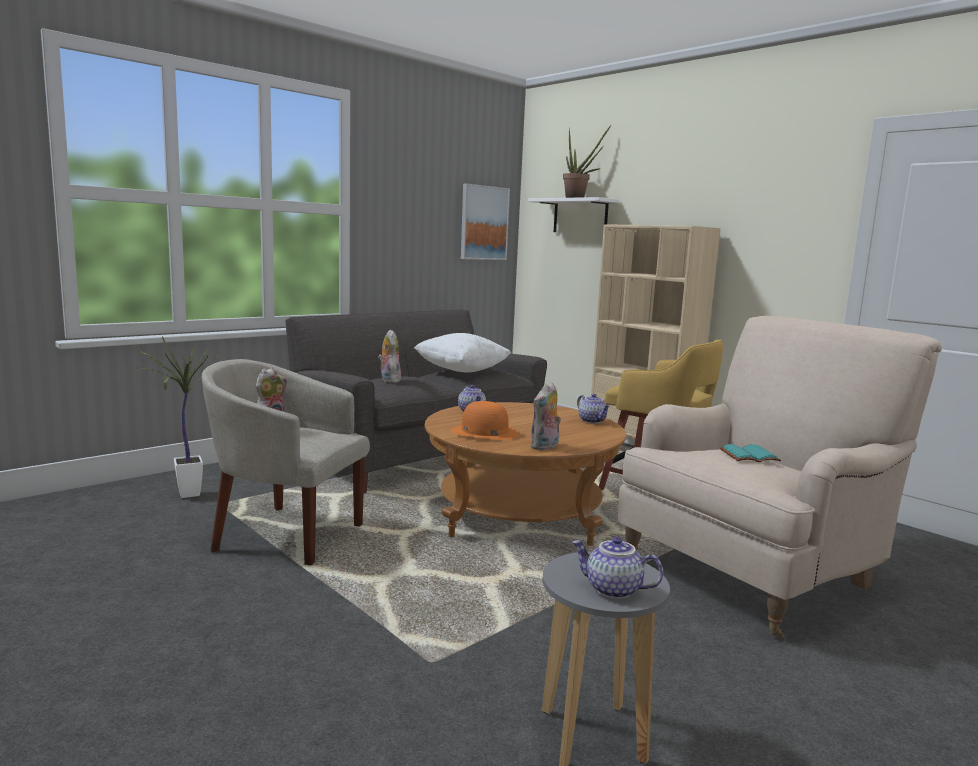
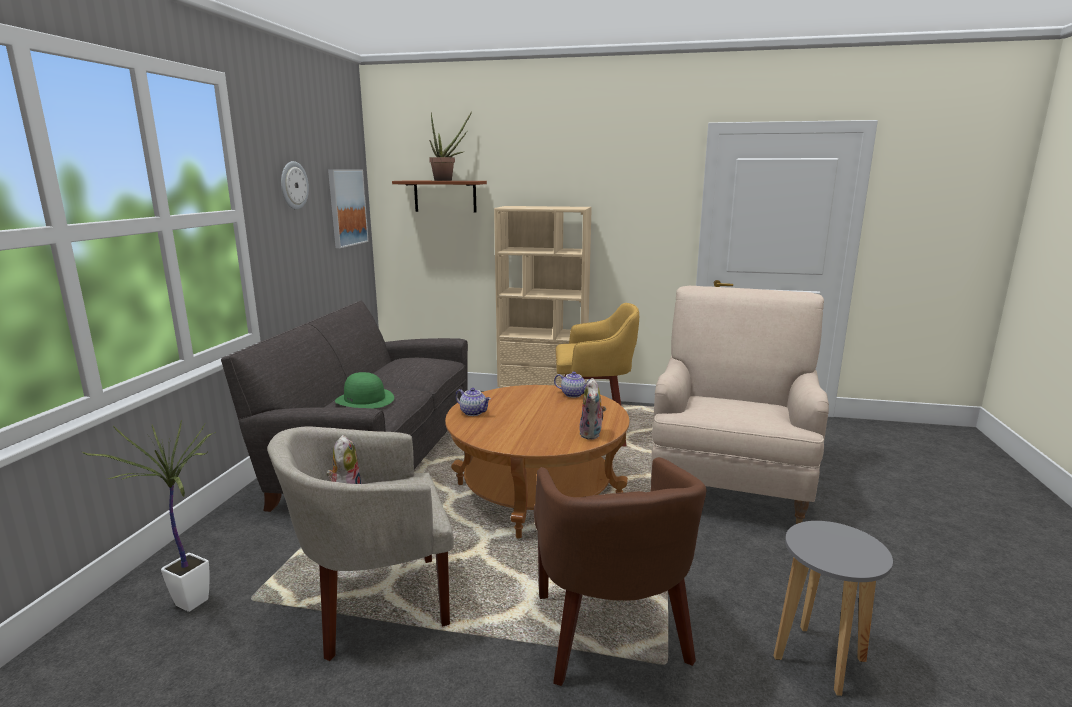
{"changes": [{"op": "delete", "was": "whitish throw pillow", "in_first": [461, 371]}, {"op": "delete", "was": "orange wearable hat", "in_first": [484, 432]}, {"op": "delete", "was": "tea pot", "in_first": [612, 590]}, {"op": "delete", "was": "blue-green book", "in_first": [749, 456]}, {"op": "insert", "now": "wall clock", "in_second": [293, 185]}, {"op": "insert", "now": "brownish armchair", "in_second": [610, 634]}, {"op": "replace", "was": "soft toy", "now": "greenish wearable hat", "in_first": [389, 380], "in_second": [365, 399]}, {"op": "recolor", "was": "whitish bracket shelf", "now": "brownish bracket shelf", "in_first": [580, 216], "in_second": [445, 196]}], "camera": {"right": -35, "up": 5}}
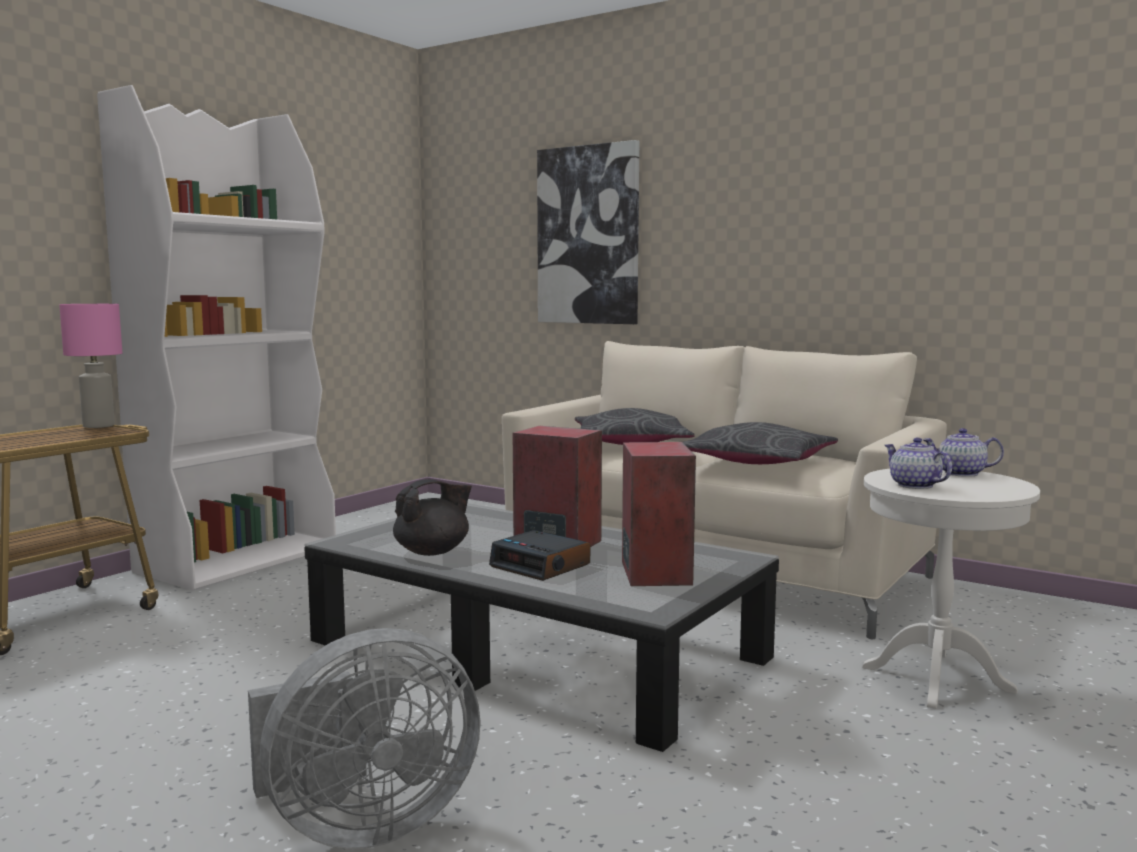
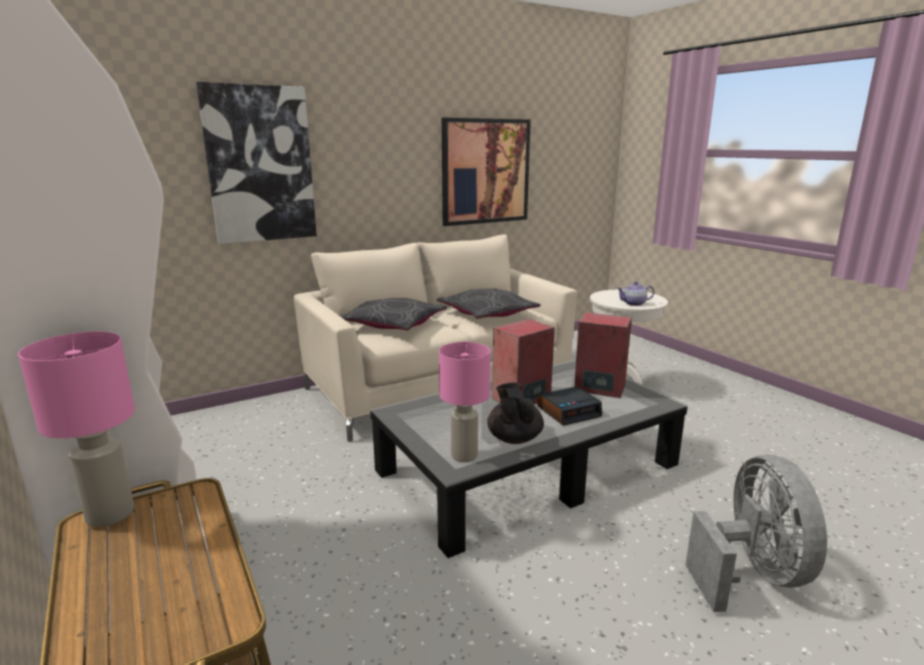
{"changes": [{"op": "delete", "was": "tea pot", "in_first": [960, 473]}, {"op": "insert", "now": "pinkish tabletop lamp", "in_second": [465, 456]}, {"op": "insert", "now": "wall picture", "in_second": [485, 171]}], "camera": {"right": -65, "up": 10}}
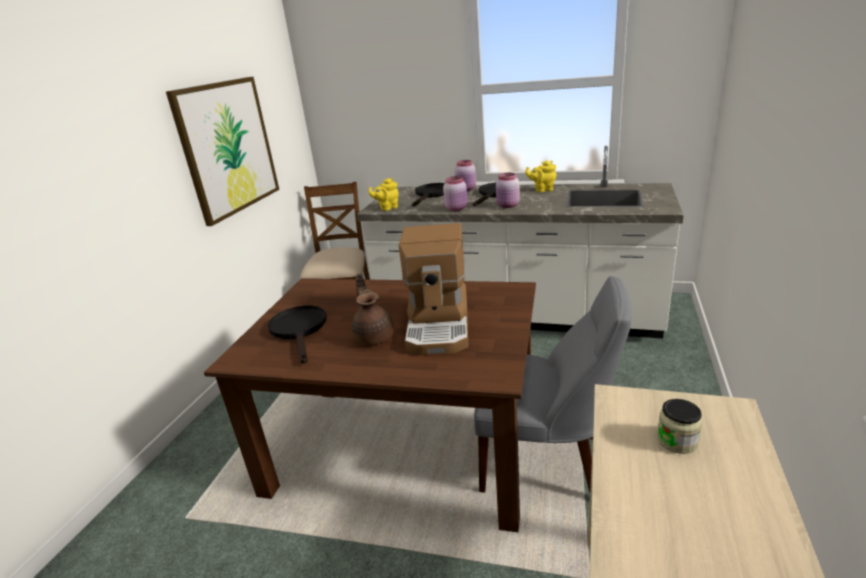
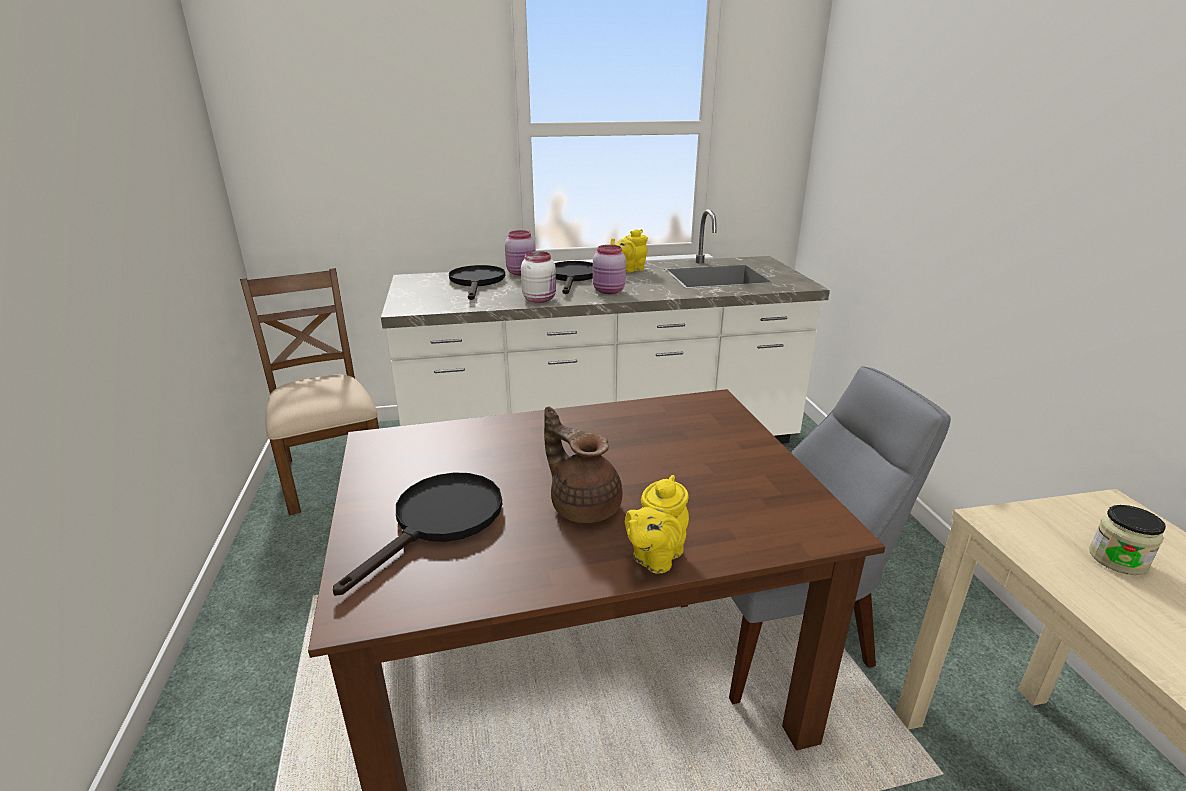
{"changes": [{"op": "delete", "was": "wall picture", "in_first": [228, 148]}, {"op": "delete", "was": "coffee machine", "in_first": [440, 325]}, {"op": "move", "was": "yellowish tea pot", "in_first": [387, 208], "in_second": [655, 557]}, {"op": "recolor", "was": "pinkish preserve jar", "now": "whitish preserve jar", "in_first": [457, 208], "in_second": [540, 299]}, {"op": "rotate", "was": "black skillet", "in_first": [299, 330], "in_second": [439, 522], "clockwise": 75}], "camera": {"right": -30, "up": 0}}
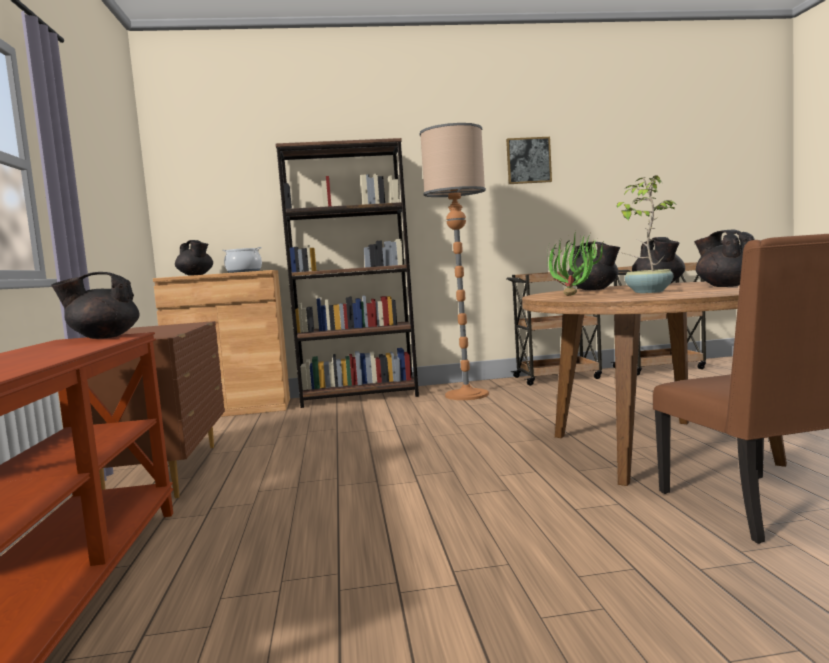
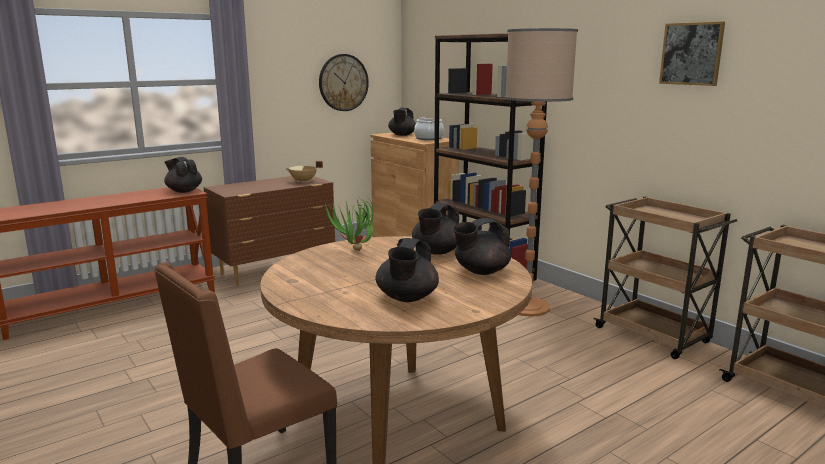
{"changes": [{"op": "delete", "was": "houseplant", "in_first": [647, 292]}, {"op": "insert", "now": "sand-coloured saucepot", "in_second": [303, 181]}, {"op": "insert", "now": "wall clock", "in_second": [343, 82]}, {"op": "rotate", "was": "black tea pot", "in_first": [726, 286], "in_second": [407, 298], "clockwise": 150}], "camera": {"right": 60, "up": 10}}
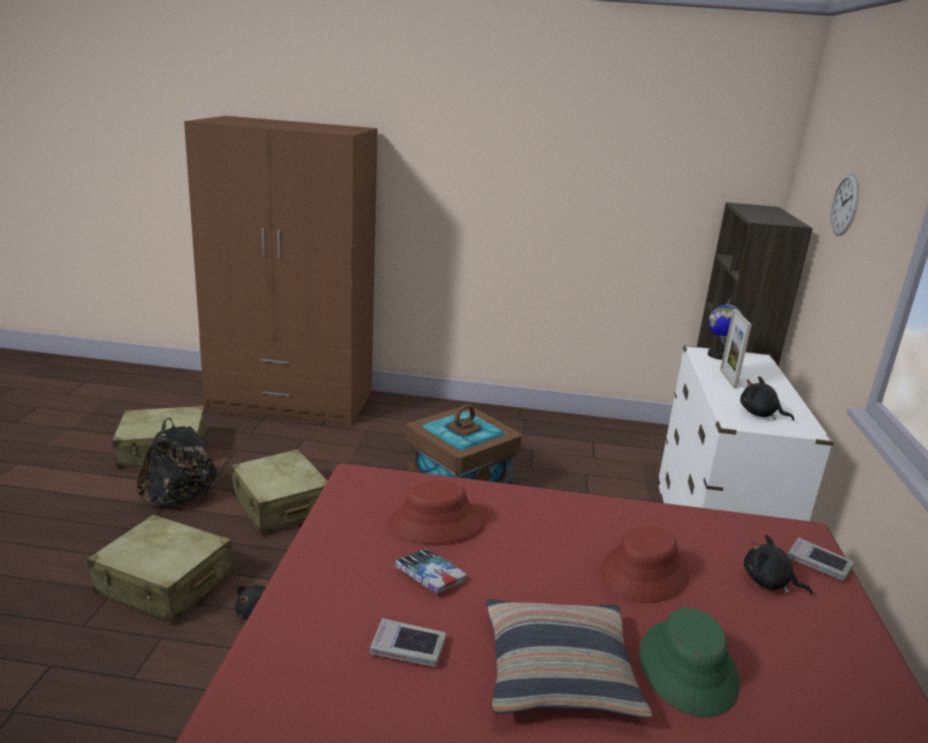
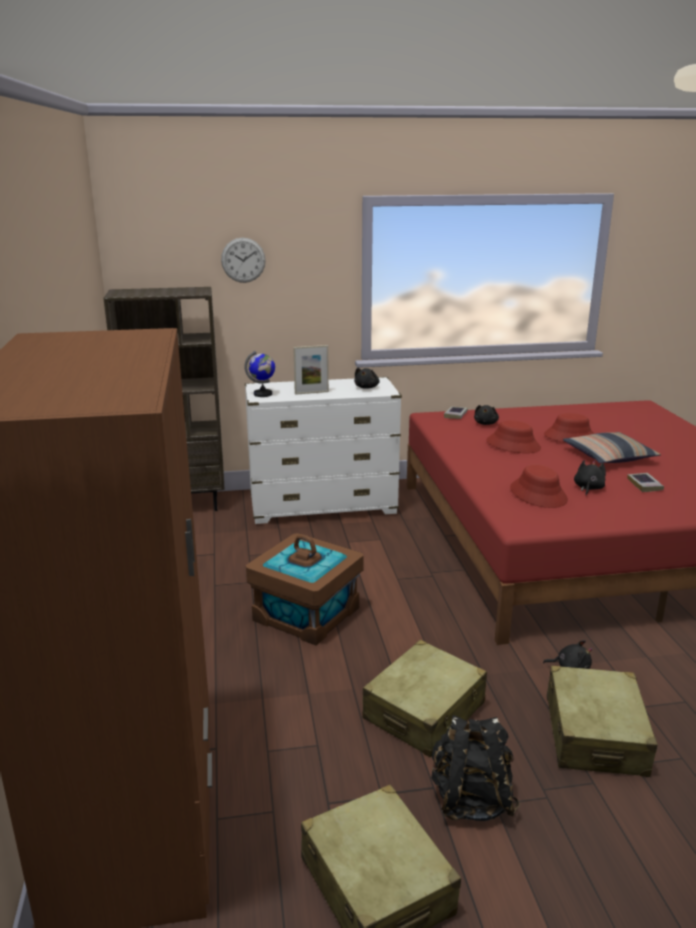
{"changes": [{"op": "replace", "was": "book", "now": "black soft toy", "in_first": [430, 576], "in_second": [588, 488]}, {"op": "recolor", "was": "greenish wearable hat", "now": "red wearable hat", "in_first": [688, 668], "in_second": [569, 436]}], "camera": {"right": -105, "up": 0}}
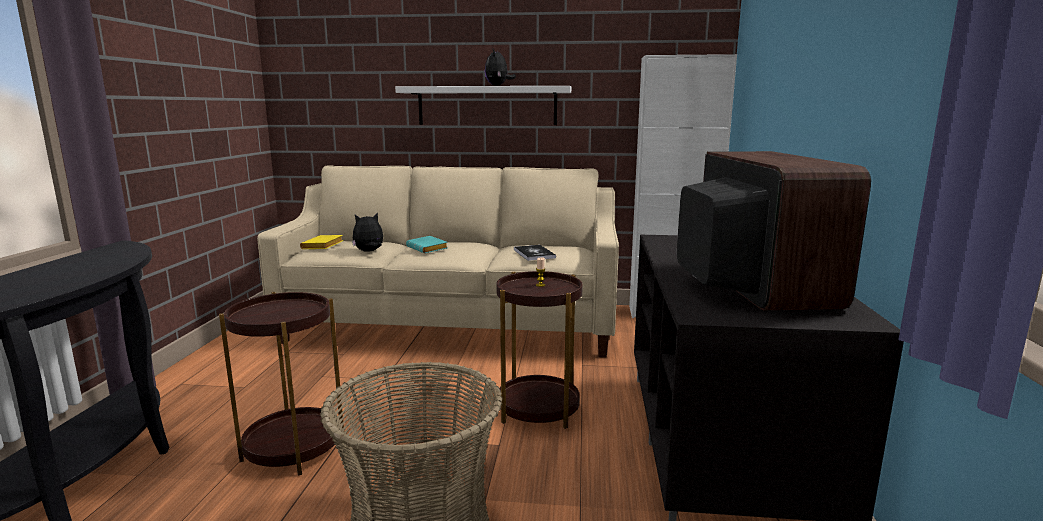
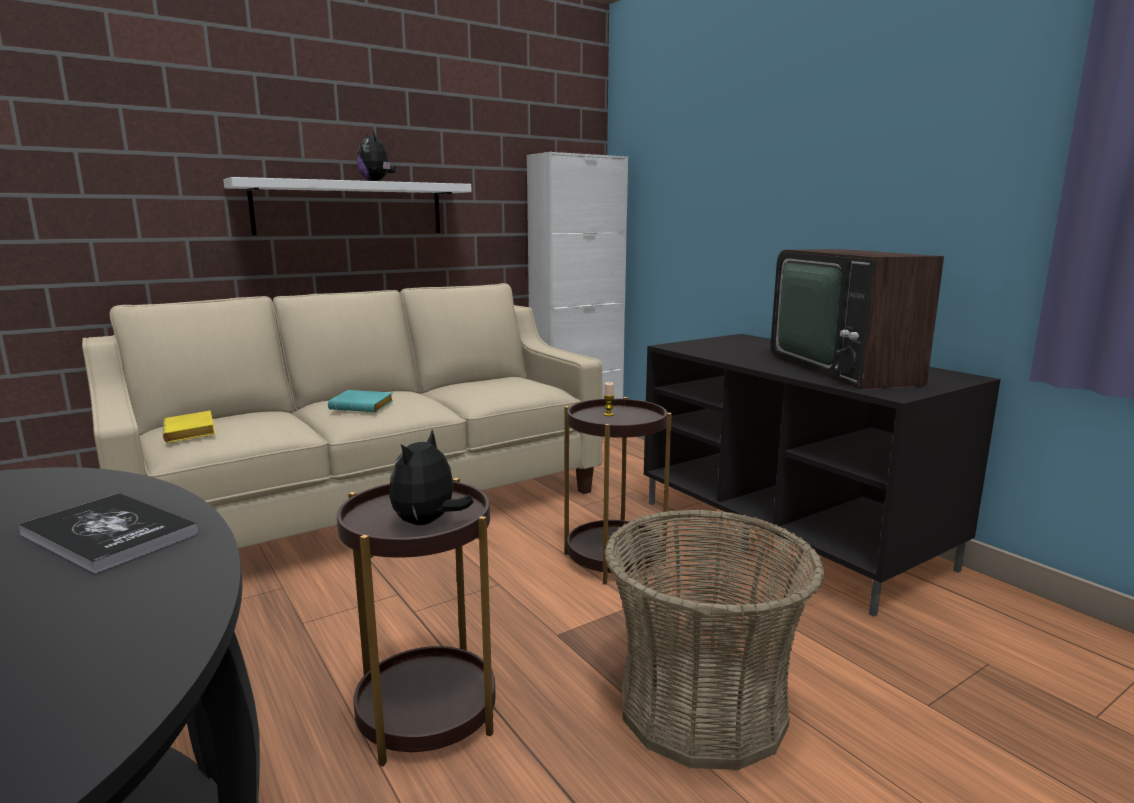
{"changes": [{"op": "move", "was": "soft toy", "in_first": [369, 251], "in_second": [427, 523]}, {"op": "move", "was": "book", "in_first": [534, 254], "in_second": [109, 534]}, {"op": "rotate", "was": "TV set", "in_first": [753, 285], "in_second": [849, 368], "clockwise": -150}], "camera": {"right": -40, "up": 0}}
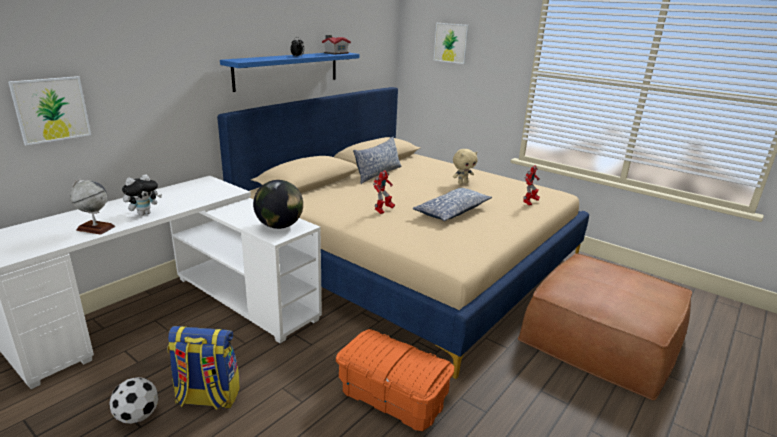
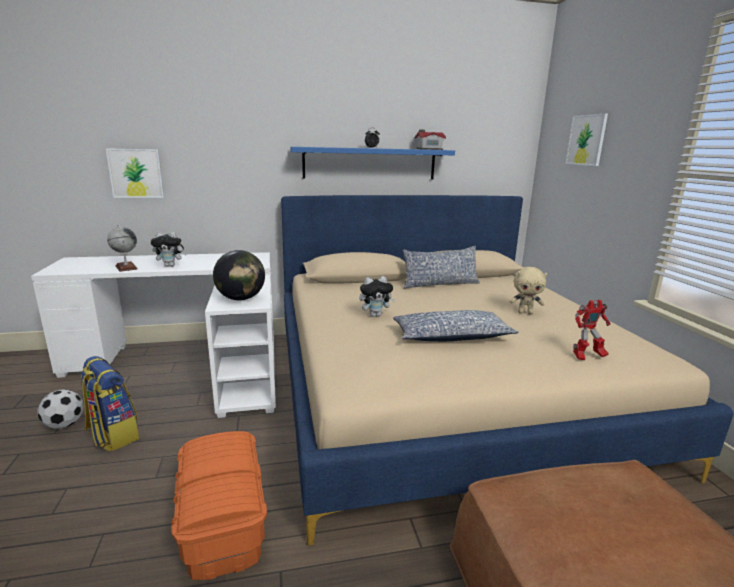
{"changes": [{"op": "replace", "was": "model robot", "now": "soft toy", "in_first": [383, 211], "in_second": [375, 315]}], "camera": {"right": 40, "up": -5}}
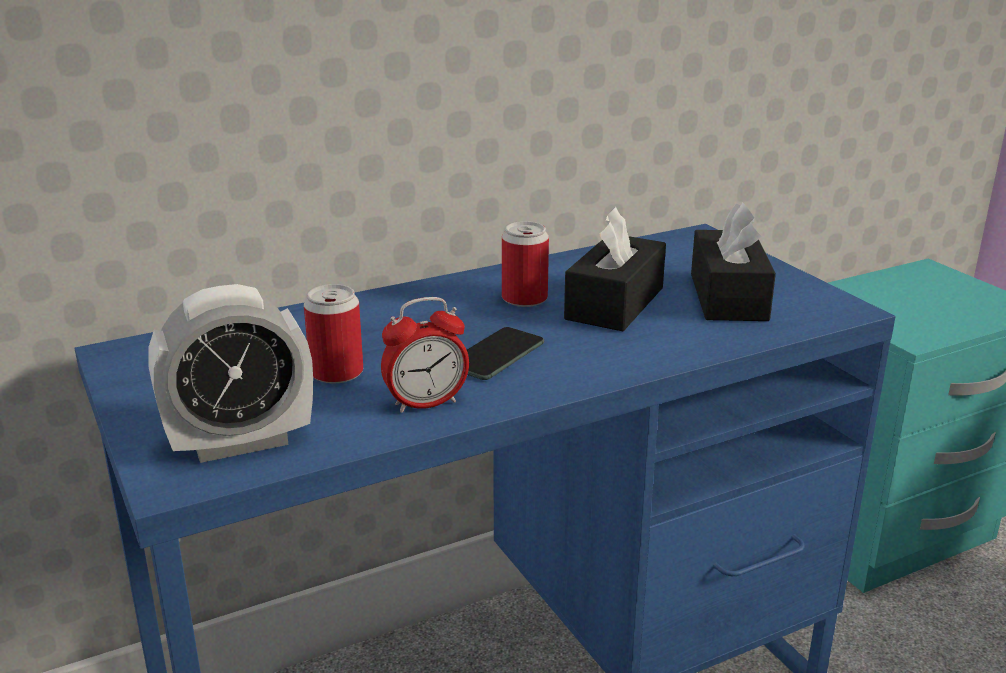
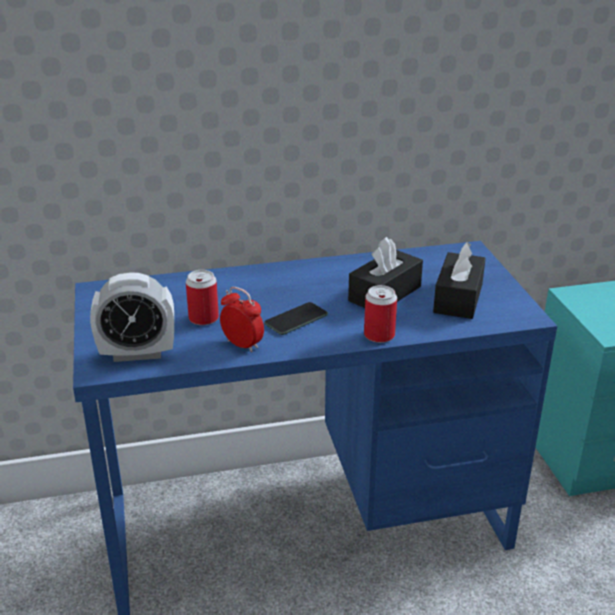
{"changes": [{"op": "move", "was": "metal can", "in_first": [524, 299], "in_second": [379, 335]}, {"op": "rotate", "was": "alarm clock", "in_first": [426, 403], "in_second": [242, 344], "clockwise": -135}], "camera": {"right": 15, "up": 5}}
